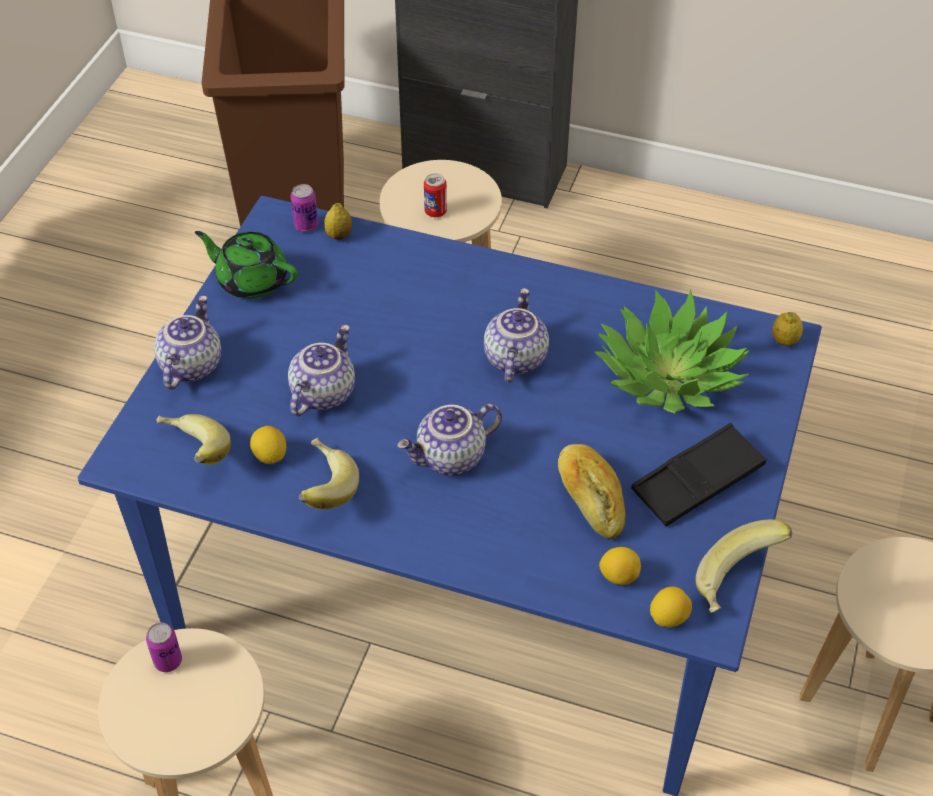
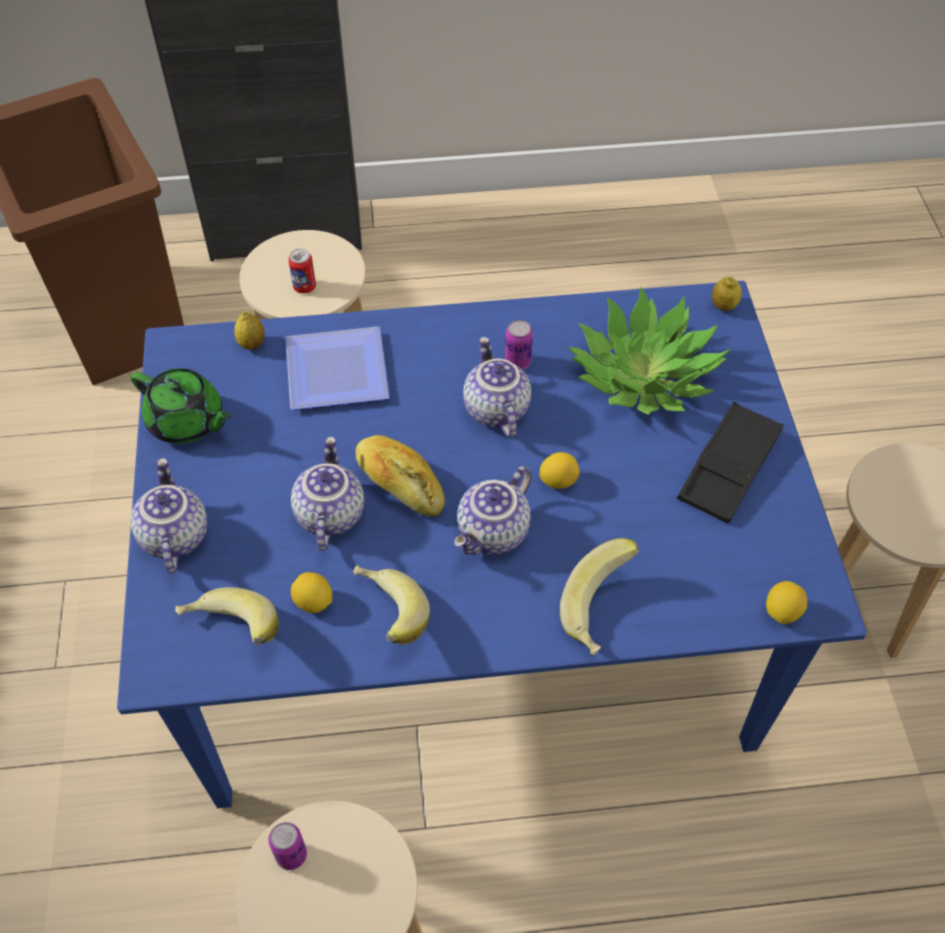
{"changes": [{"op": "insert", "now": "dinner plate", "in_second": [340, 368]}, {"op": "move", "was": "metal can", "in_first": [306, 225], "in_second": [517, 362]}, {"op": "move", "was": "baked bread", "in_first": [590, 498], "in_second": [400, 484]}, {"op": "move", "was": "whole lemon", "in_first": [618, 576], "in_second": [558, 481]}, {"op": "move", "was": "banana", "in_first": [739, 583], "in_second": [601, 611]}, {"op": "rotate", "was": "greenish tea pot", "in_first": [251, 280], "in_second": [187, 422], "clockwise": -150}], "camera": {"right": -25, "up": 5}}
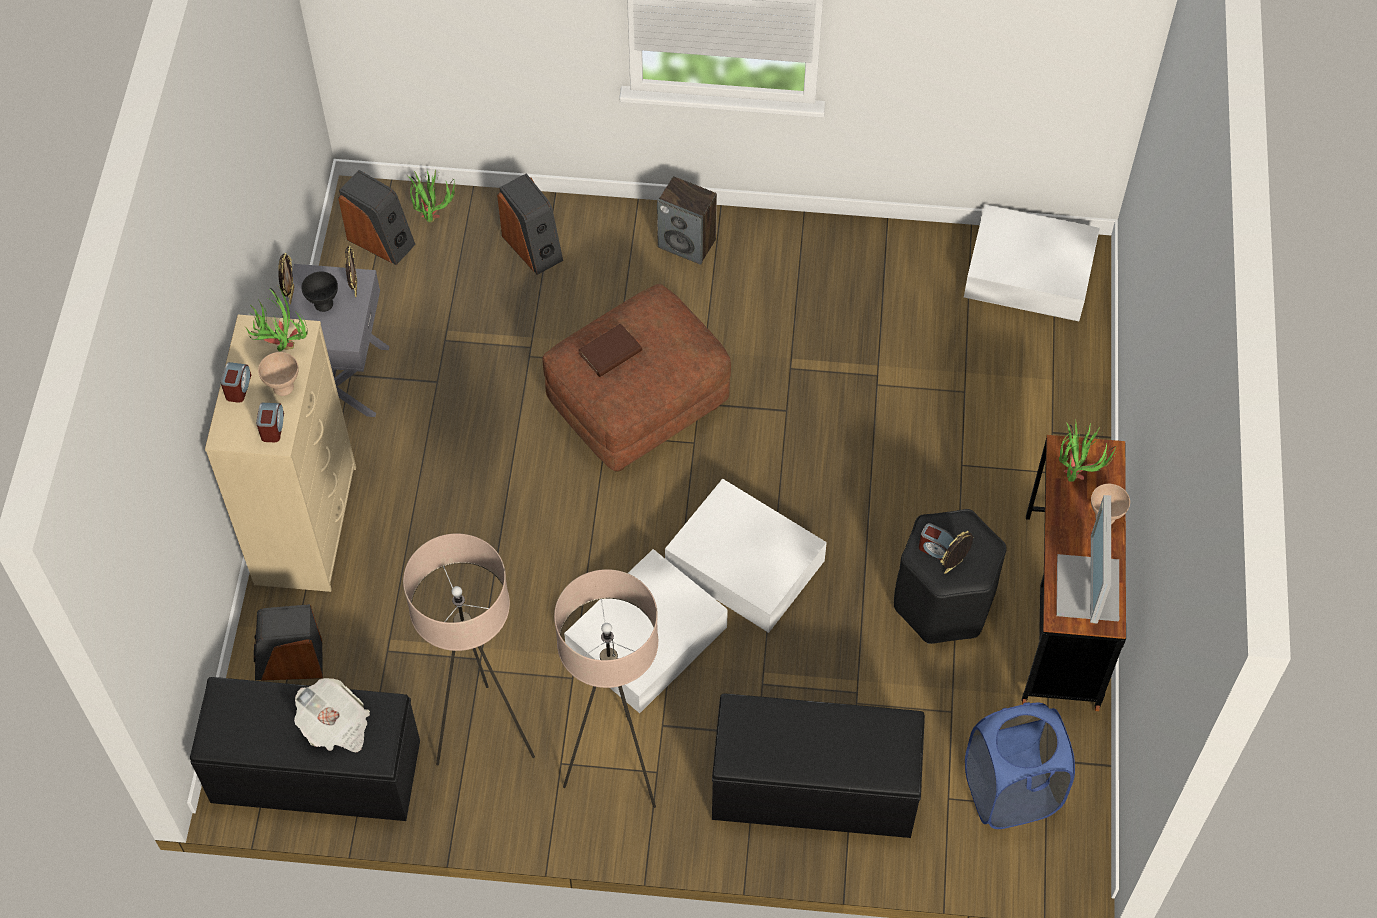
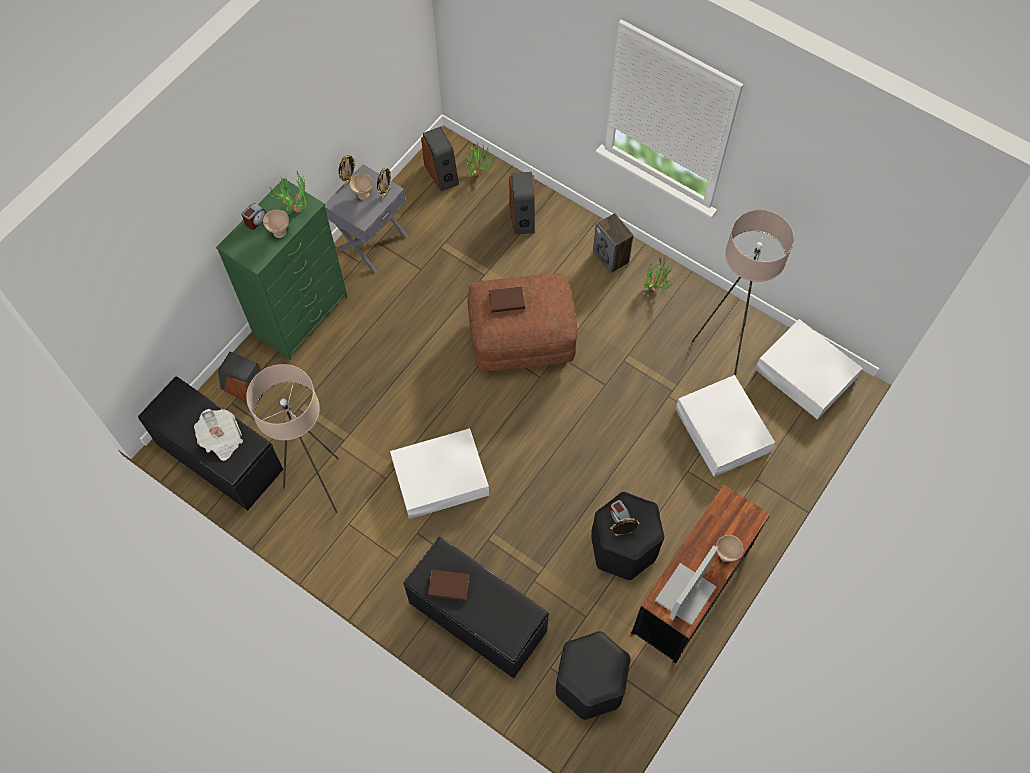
{"changes": [{"op": "delete", "was": "alarm clock", "in_first": [272, 427]}, {"op": "insert", "now": "brownish book", "in_second": [448, 586]}, {"op": "move", "was": "sand-coloured standing lamp", "in_first": [616, 770], "in_second": [724, 347]}, {"op": "move", "was": "whitish storage bin", "in_first": [746, 565], "in_second": [722, 432]}, {"op": "move", "was": "houseplant", "in_first": [1076, 471], "in_second": [656, 286]}, {"op": "replace", "was": "bluish washing basket", "now": "black sitting stool", "in_first": [1010, 792], "in_second": [589, 684]}, {"op": "recolor", "was": "sand-coloured drawer chest", "now": "greenish drawer chest", "in_first": [306, 523], "in_second": [301, 315]}, {"op": "recolor", "was": "black bowl", "now": "sand-coloured bowl", "in_first": [323, 303], "in_second": [363, 194]}], "camera": {"right": 30, "up": 5}}
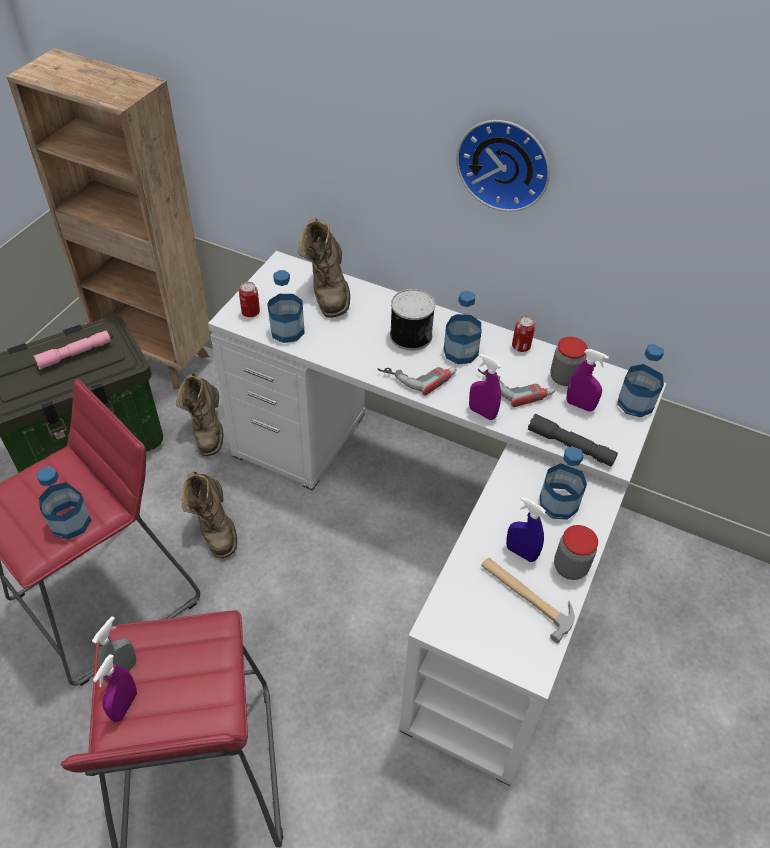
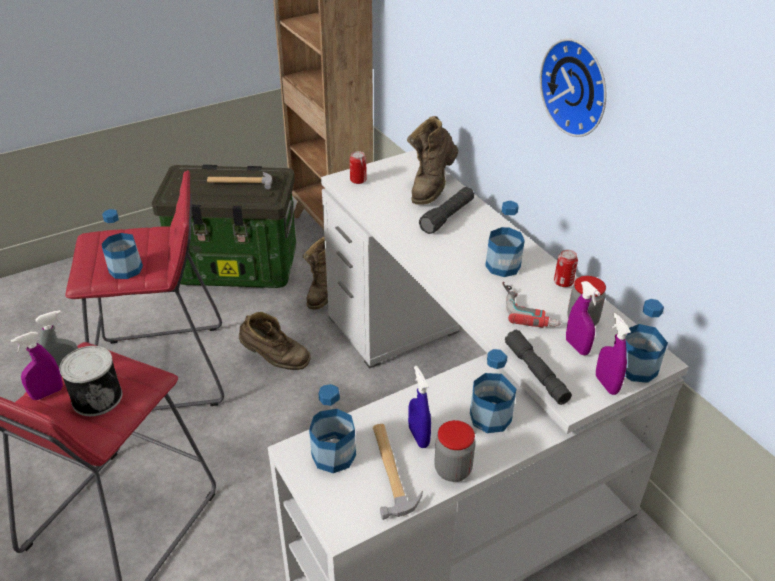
{"changes": [{"op": "delete", "was": "power drill", "in_first": [418, 374]}, {"op": "insert", "now": "black hand torch", "in_second": [447, 217]}, {"op": "move", "was": "drink bottle", "in_first": [287, 331], "in_second": [333, 455]}, {"op": "move", "was": "metal can", "in_first": [410, 335], "in_second": [97, 397]}, {"op": "move", "was": "purplish spray bottle", "in_first": [482, 413], "in_second": [606, 384]}, {"op": "replace", "was": "pinkish hand torch", "now": "hand hammer", "in_first": [75, 354], "in_second": [240, 182]}, {"op": "rotate", "was": "brownish tall boot", "in_first": [215, 528], "in_second": [274, 360], "clockwise": -90}], "camera": {"right": 35, "up": -10}}
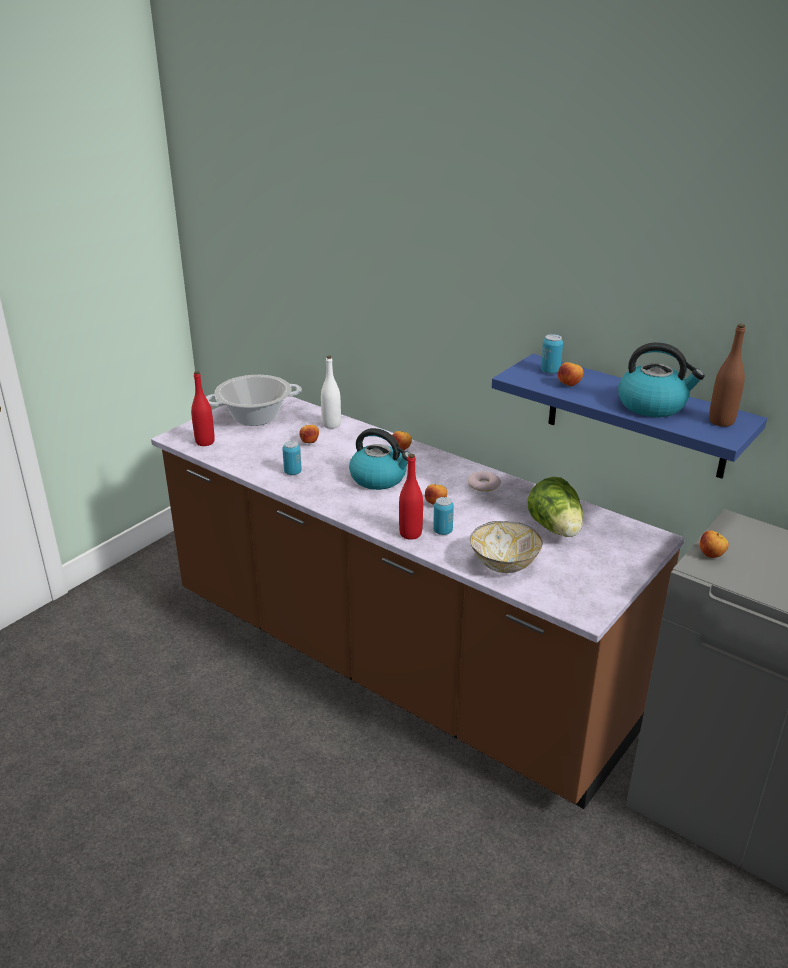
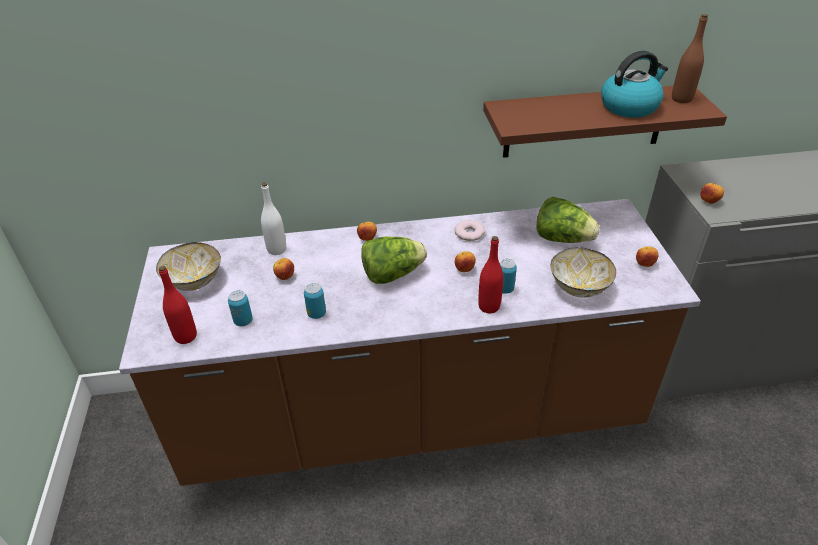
{"changes": [{"op": "move", "was": "metal can", "in_first": [550, 371], "in_second": [243, 321]}, {"op": "move", "was": "apple fruit", "in_first": [569, 385], "in_second": [644, 264]}, {"op": "replace", "was": "saucepot", "now": "bowl", "in_first": [255, 417], "in_second": [194, 282]}, {"op": "replace", "was": "tea kettle", "now": "lettuce head", "in_first": [379, 478], "in_second": [392, 274]}, {"op": "recolor", "was": "bluish bracket shelf", "now": "brownish bracket shelf", "in_first": [636, 416], "in_second": [584, 121]}], "camera": {"right": -45, "up": 10}}
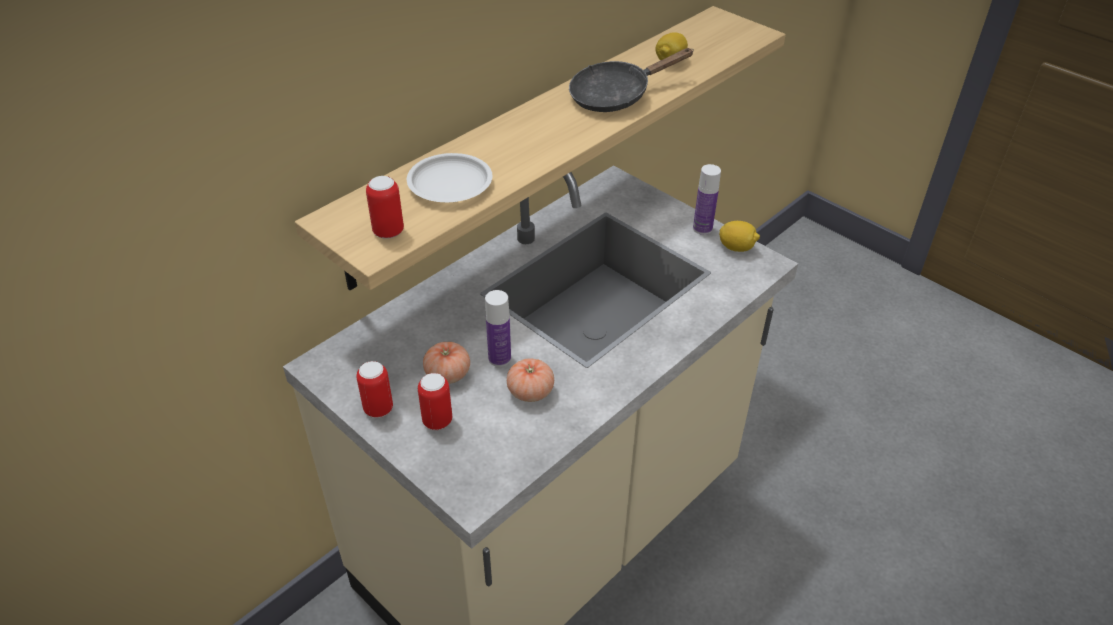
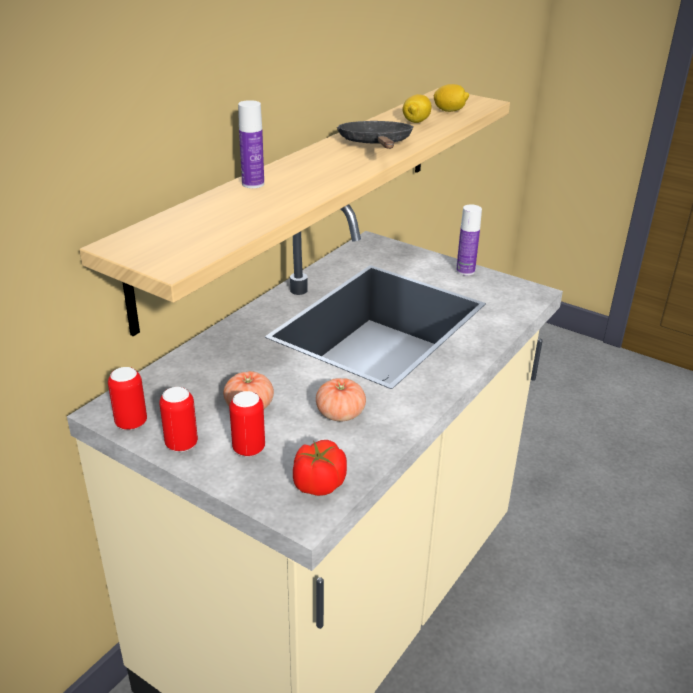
{"changes": [{"op": "delete", "was": "whitish dinner plate", "in_first": [451, 183]}, {"op": "insert", "now": "whole tomato", "in_second": [318, 484]}, {"op": "move", "was": "metal can", "in_first": [388, 232], "in_second": [131, 423]}, {"op": "move", "was": "drink bottle", "in_first": [499, 358], "in_second": [253, 184]}, {"op": "move", "was": "whole lemon", "in_first": [736, 247], "in_second": [449, 111]}, {"op": "rotate", "was": "black skillet", "in_first": [616, 95], "in_second": [376, 145], "clockwise": 120}], "camera": {"right": -10, "up": -10}}
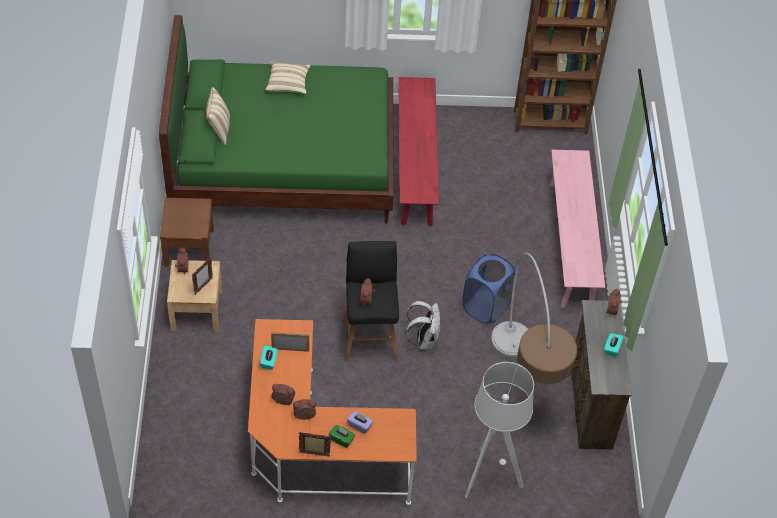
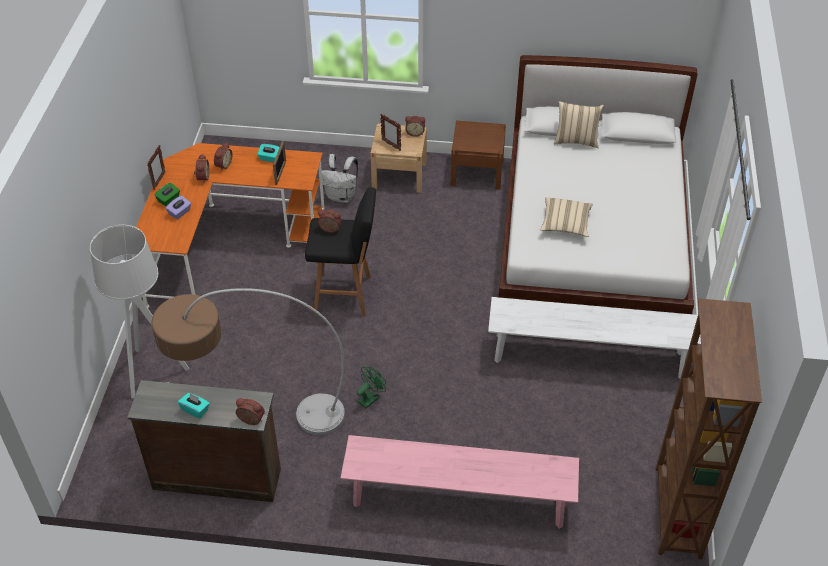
{"changes": [{"op": "move", "was": "sand-coloured throw pillow", "in_first": [288, 84], "in_second": [565, 224]}, {"op": "move", "was": "whitish rucksack", "in_first": [424, 340], "in_second": [341, 196]}, {"op": "replace", "was": "bluish washing basket", "now": "greenish electric fan", "in_first": [486, 307], "in_second": [371, 398]}, {"op": "recolor", "was": "greenish sleeping bed", "now": "whitish sleeping bed", "in_first": [283, 162], "in_second": [591, 244]}, {"op": "recolor", "was": "red indoor bench", "now": "whitish indoor bench", "in_first": [415, 166], "in_second": [589, 356]}], "camera": {"right": 100, "up": -5}}
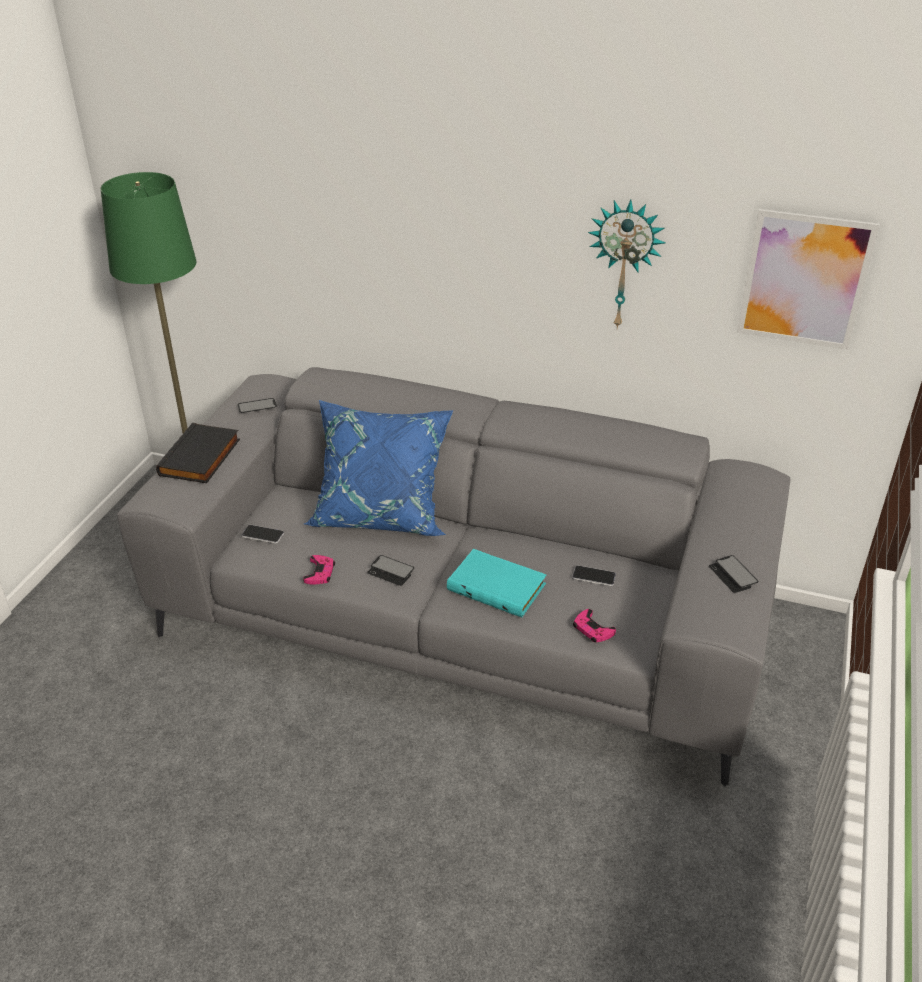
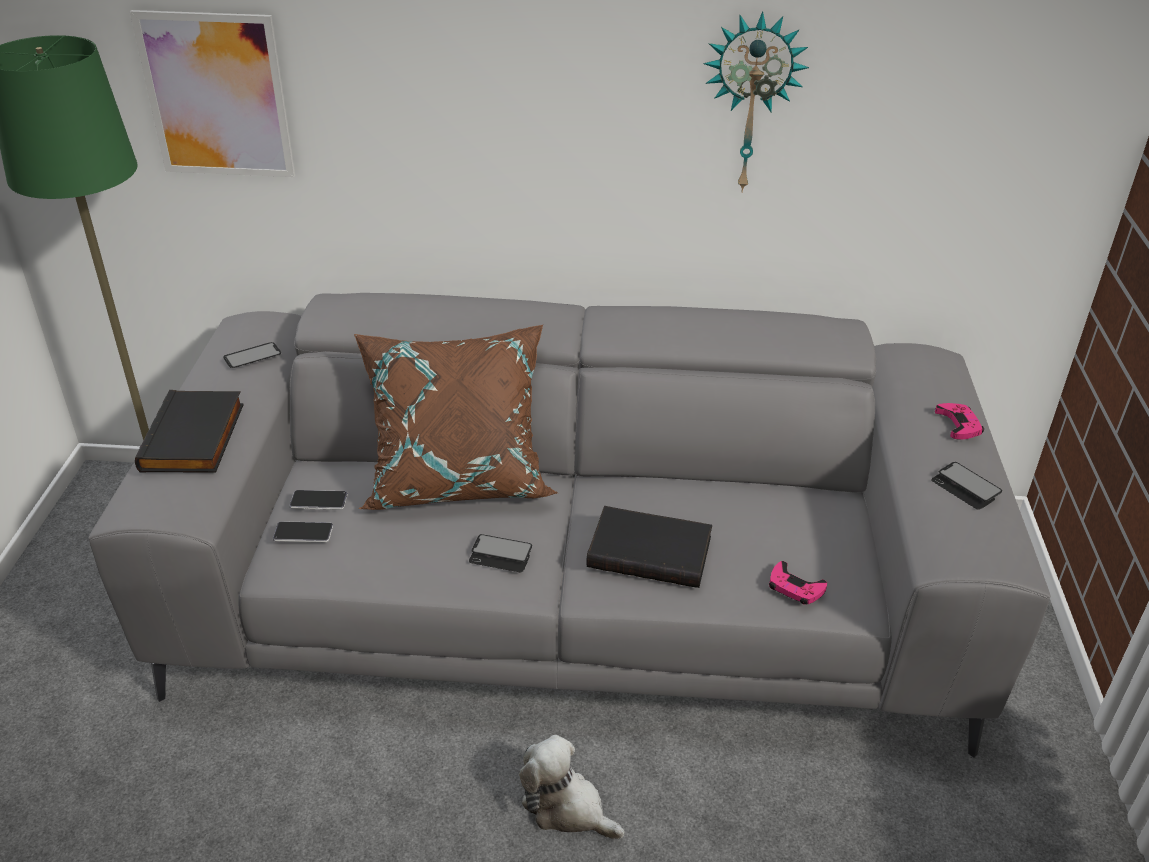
{"changes": [{"op": "insert", "now": "soft toy", "in_second": [566, 807]}, {"op": "move", "was": "pinkish game controller", "in_first": [320, 573], "in_second": [958, 424]}, {"op": "move", "was": "phone", "in_first": [593, 576], "in_second": [318, 501]}, {"op": "move", "was": "wall picture", "in_first": [804, 280], "in_second": [216, 96]}, {"op": "recolor", "was": "bluish throw pillow", "now": "brownish throw pillow", "in_first": [381, 513], "in_second": [458, 477]}, {"op": "recolor", "was": "blue-green book", "now": "black book", "in_first": [498, 586], "in_second": [651, 550]}], "camera": {"right": -15, "up": 0}}
